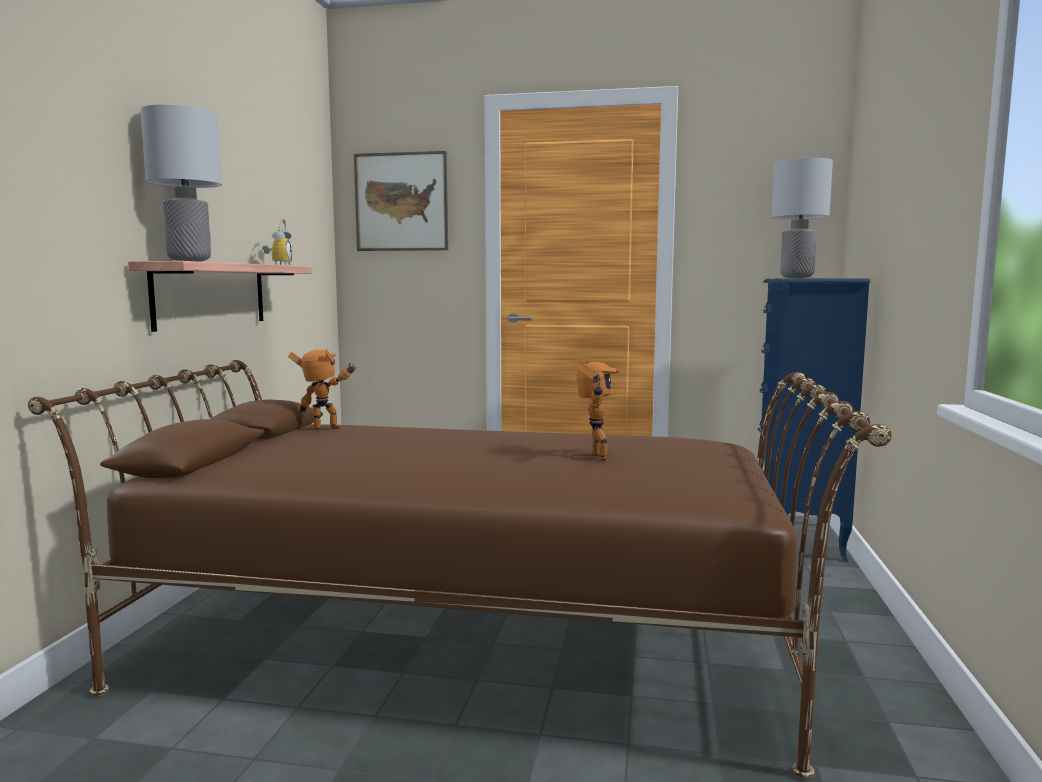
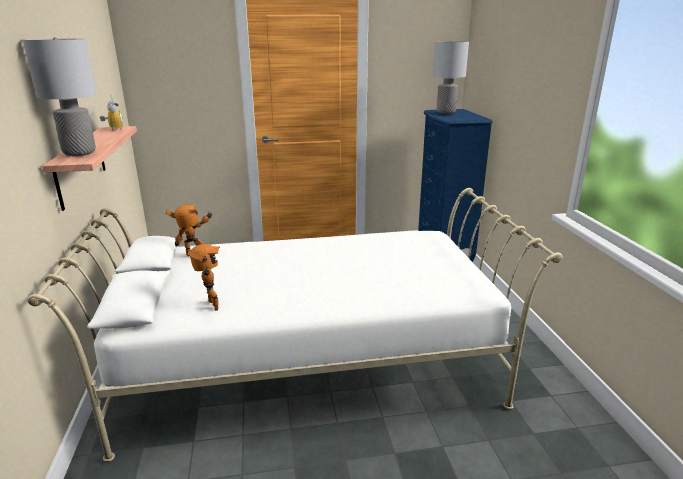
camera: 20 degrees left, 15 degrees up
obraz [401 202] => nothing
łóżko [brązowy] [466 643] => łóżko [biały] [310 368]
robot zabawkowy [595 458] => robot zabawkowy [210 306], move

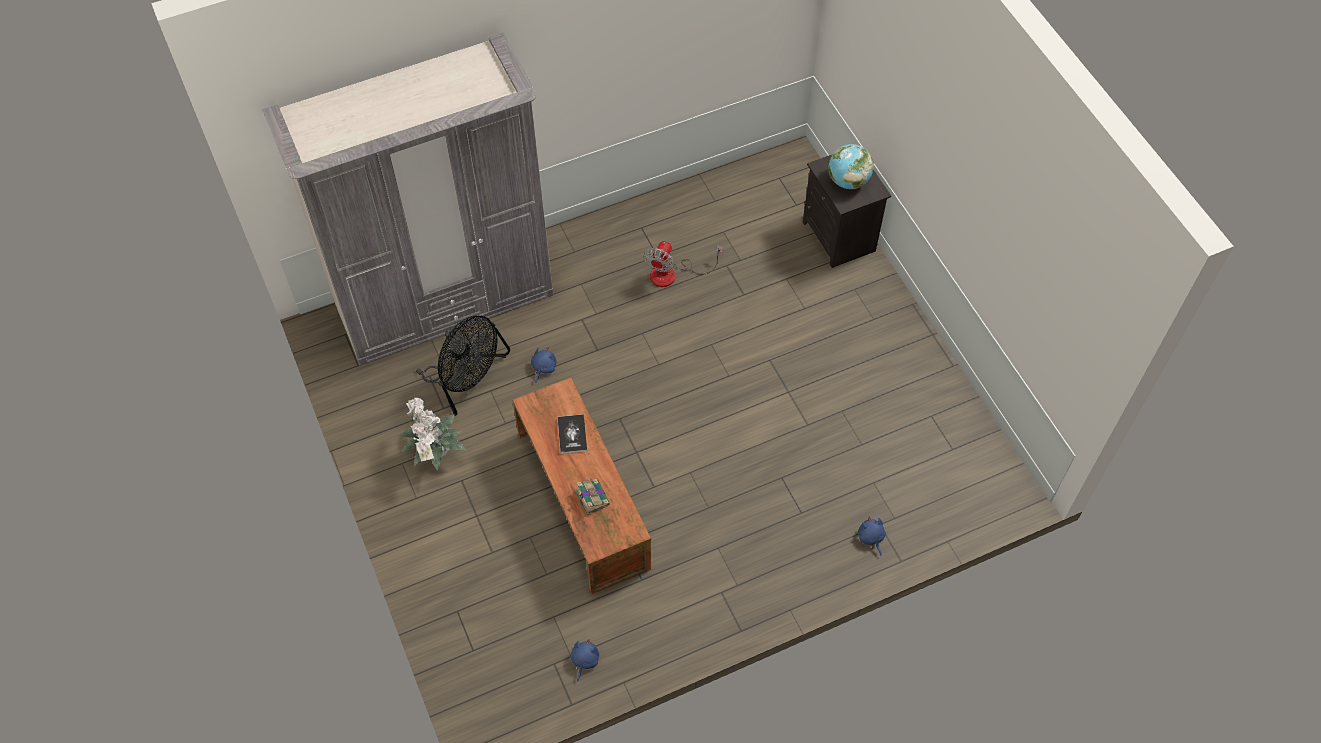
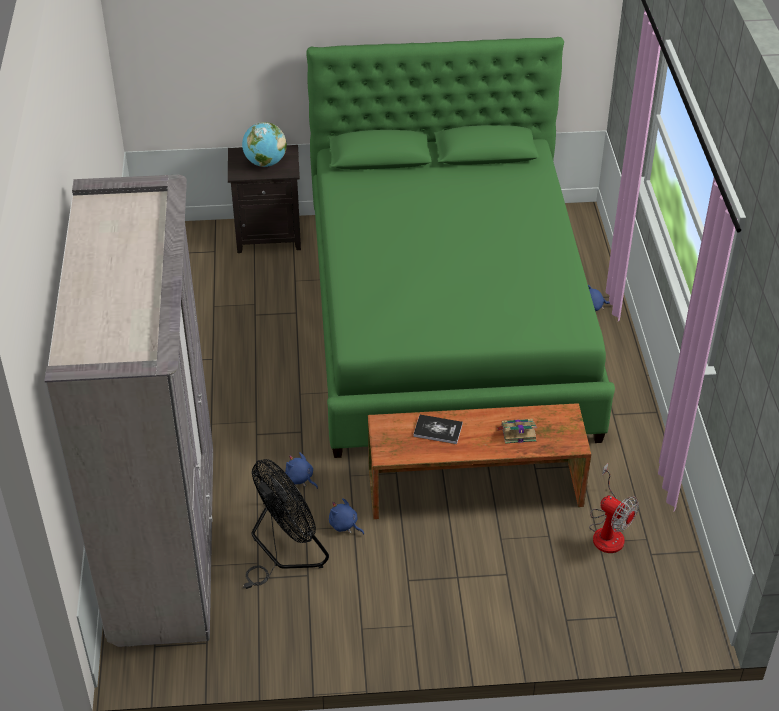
camera: 70 degrees left, 15 degrees down
wentylator [672 274] => wentylator [608 531], move
roślina doniczkowa [435 454] => nothing
pluszak [niebieski] [584 660] => pluszak [niebieski] [344 525], move
nothing => łóżko [zielony] [448 320]

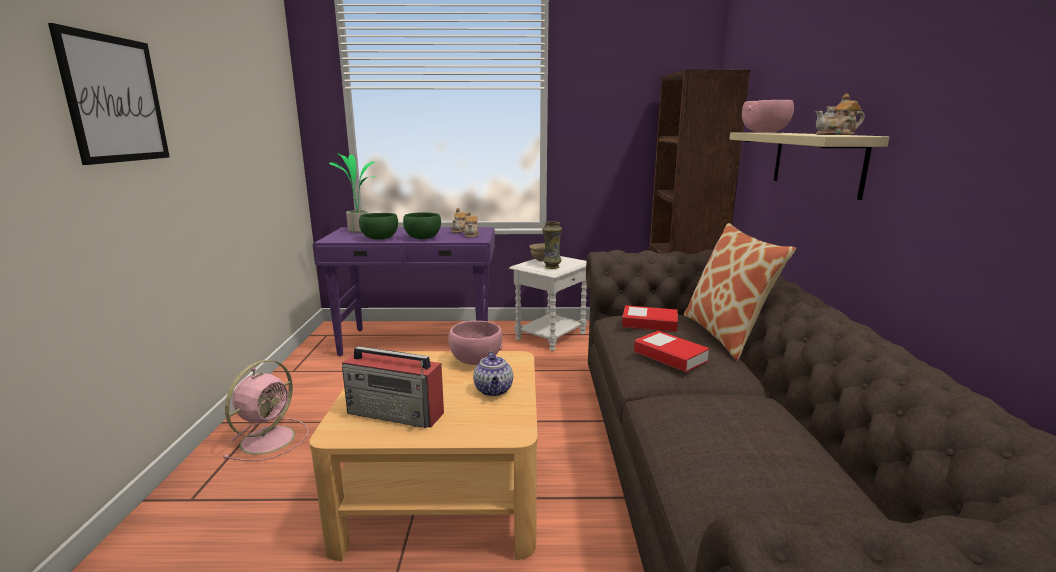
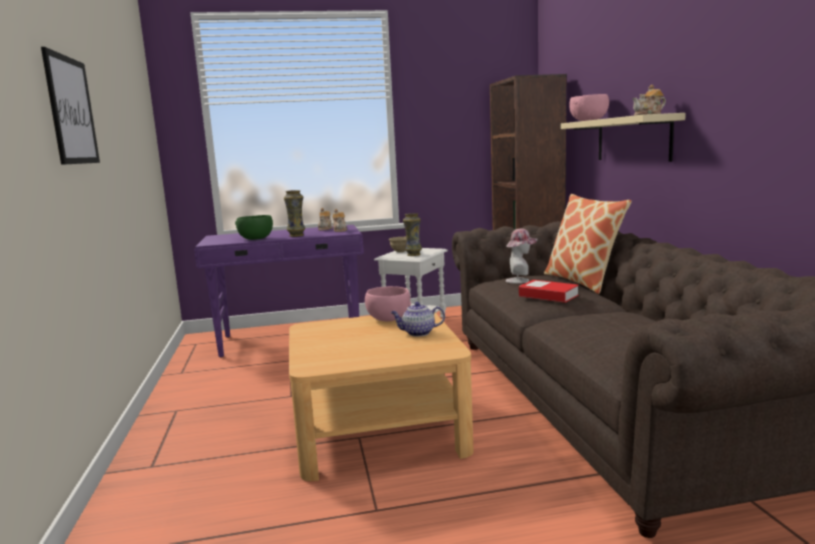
camera: 10 degrees left, 5 degrees down
roślina doniczkowa [359 230] => nothing
miska [zielony] [422 238] => wazon [296 235]
książka [649 324] => kapelusz [520 280]
radio [396 413] => nothing
imbryk [494 390] => imbryk [418 333], 105 degrees clockwise
wentylator [różowy] [270 438] => nothing

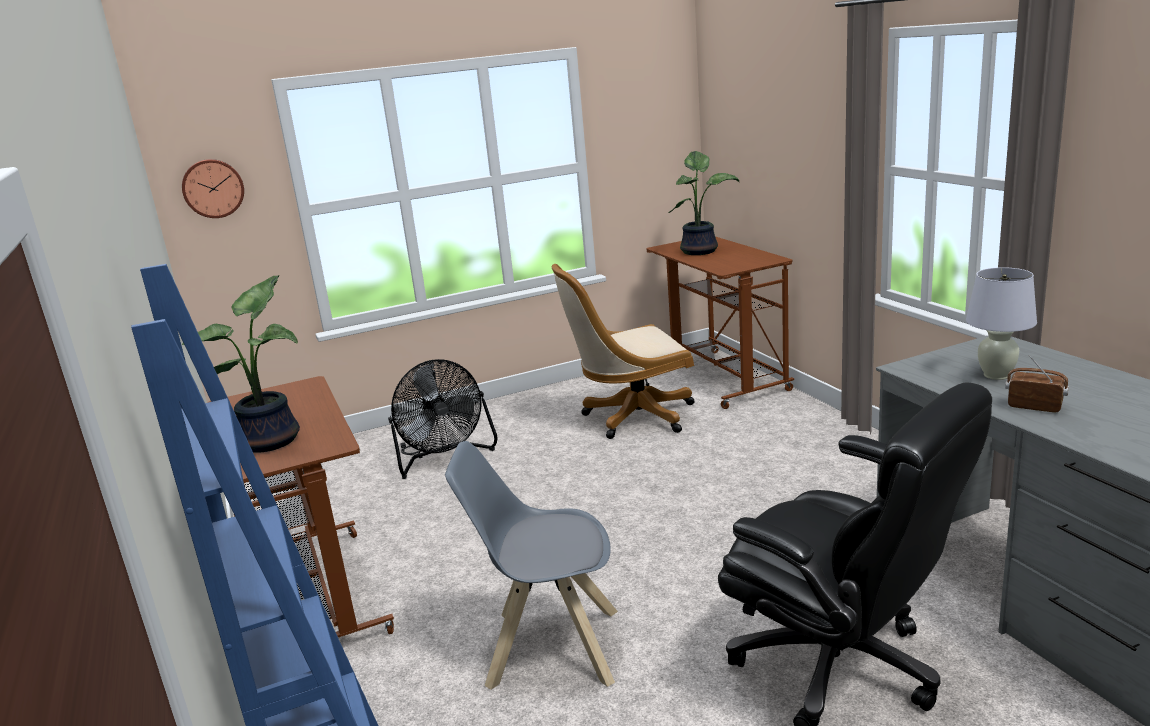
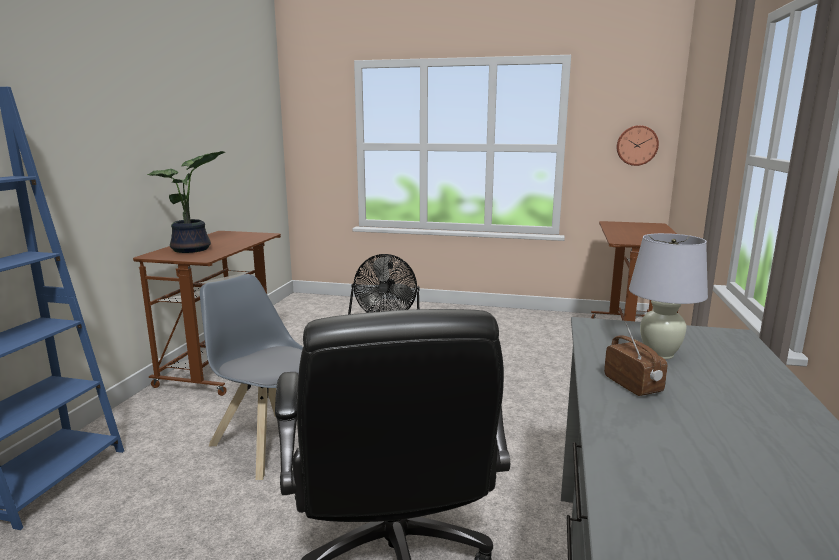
camera: 35 degrees right, 5 degrees down
roślina doniczkowa [701 251] => nothing
zegar ścienny [213 188] => zegar ścienny [637 145], move
krzesło biurowe [631 417] => nothing

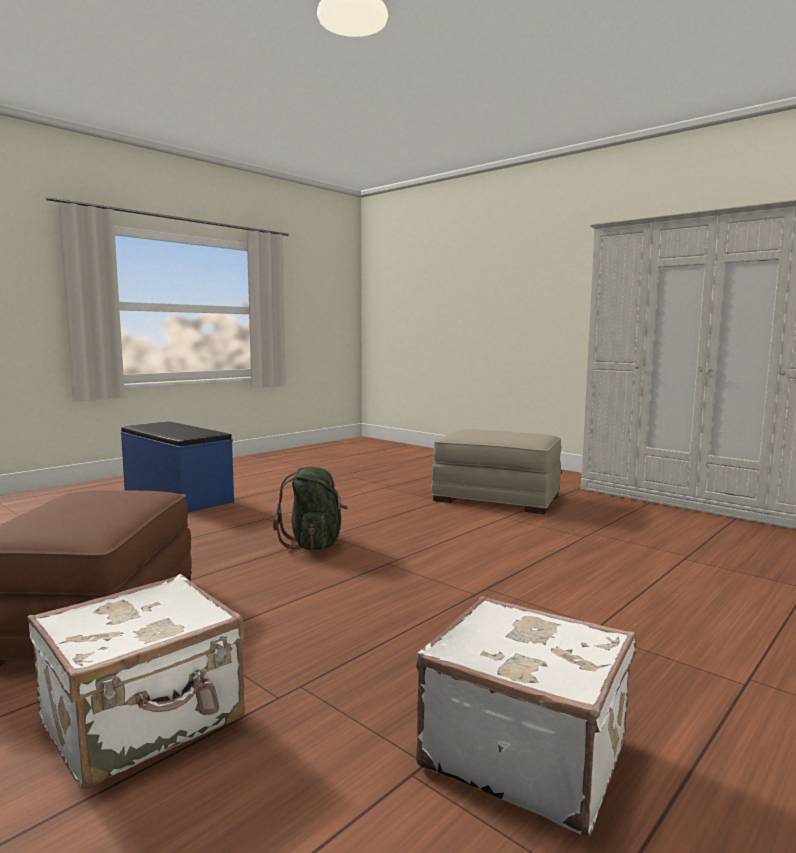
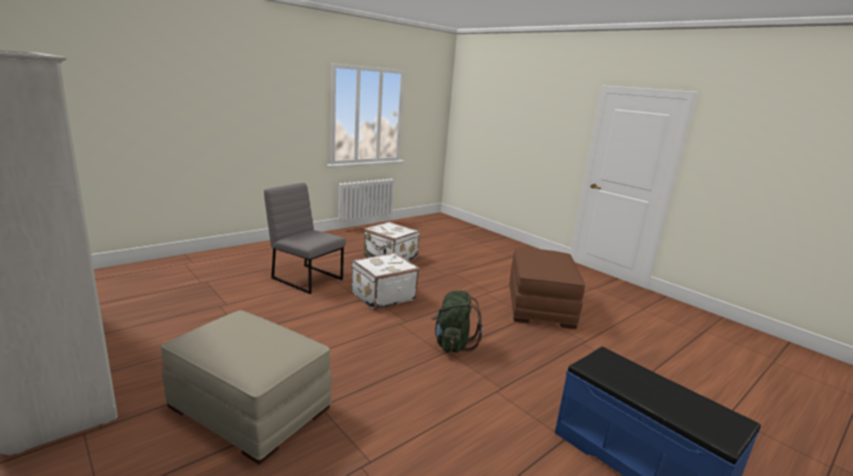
camera: 175 degrees left, 10 degrees up
walizka [biały] [144 722] => walizka [biały] [382 296], move
nothing => krzesło [szary] [306 278]

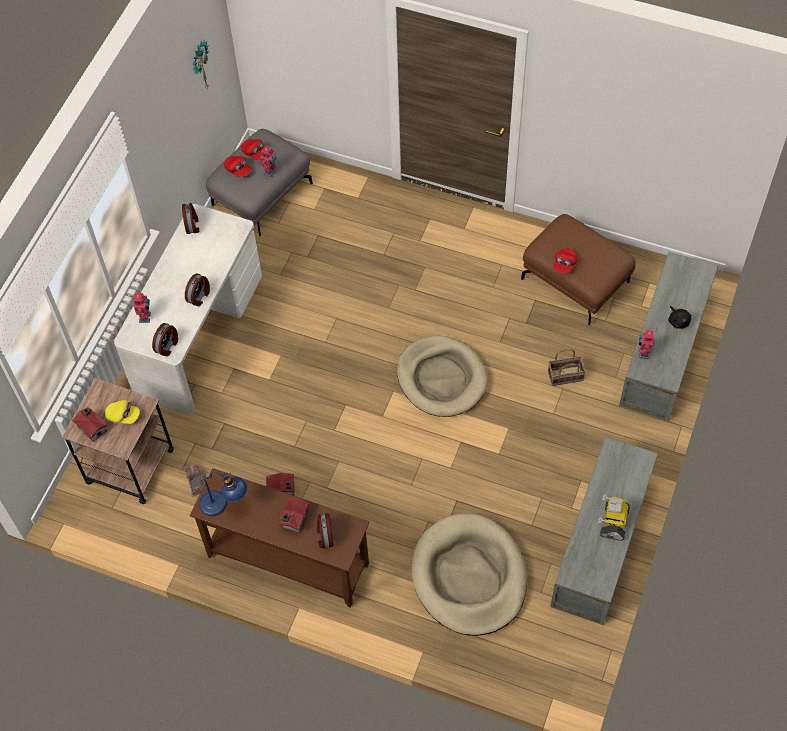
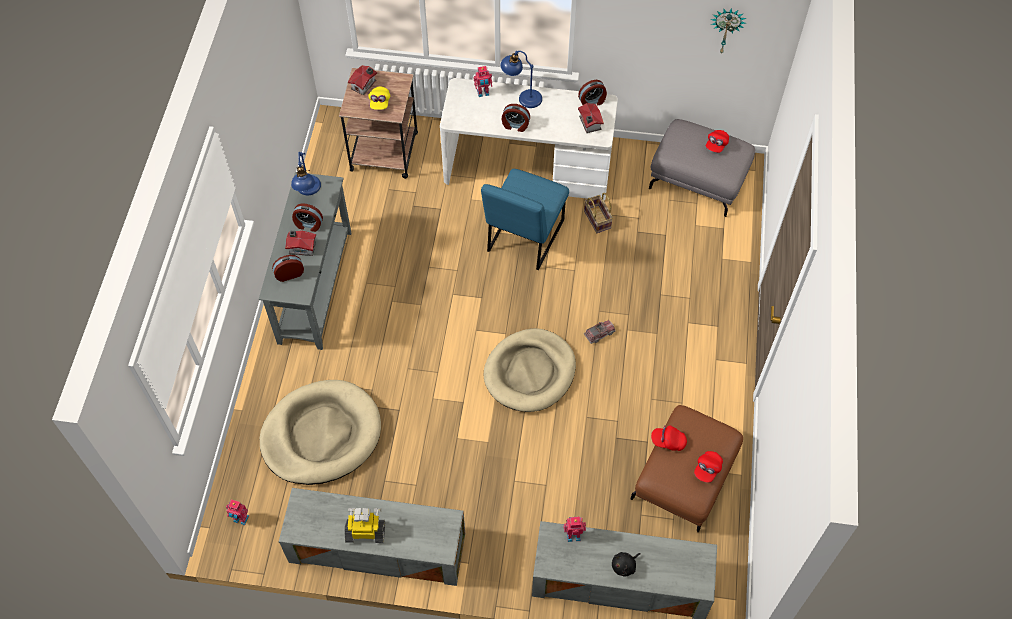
camera: 75 degrees right, 0 degrees up
robot zabawkowy [270 172] => robot zabawkowy [240 519], move
czapka z daszkiem [czerwony] [238 170] => czapka z daszkiem [czerwony] [707 469], move
budzik [167 346] => budzik [308 225], move
koszyk [566 375] => koszyk [598 220], move
ciężarówka zabawkowa [196 482] => ciężarówka zabawkowa [599 333], move
stolik konsolowy [brązowy] [287 560] => stolik konsolowy [szary] [315 286]
domek [282 490] => domek [589 124], move
nothing => lampa stołowa [niebieski] [521 94]
nothing => krzesło [niebieski] [524 237]

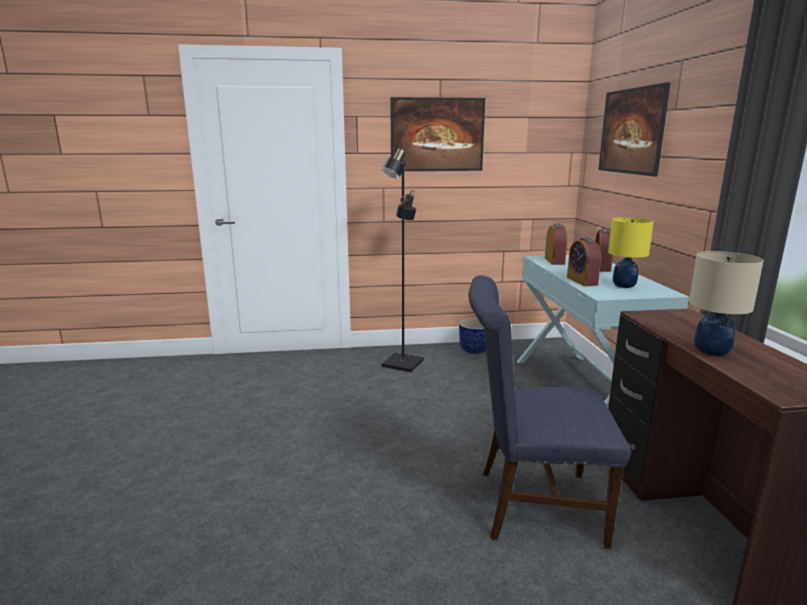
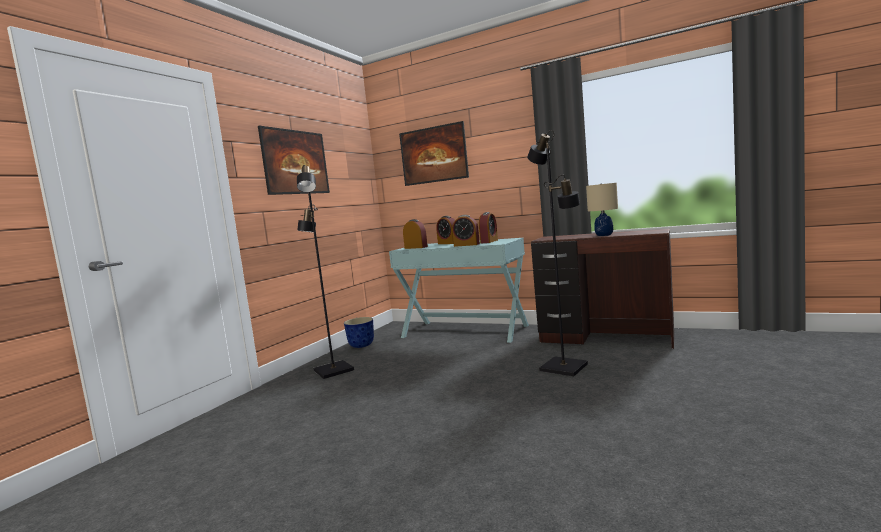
camera: 55 degrees left, 10 degrees down
lampa stołowa [żółty] [624 286] => budzik [489 241]
krzesło [niebieski] [530 505] => lampa stojąca [czarny] [563 367]

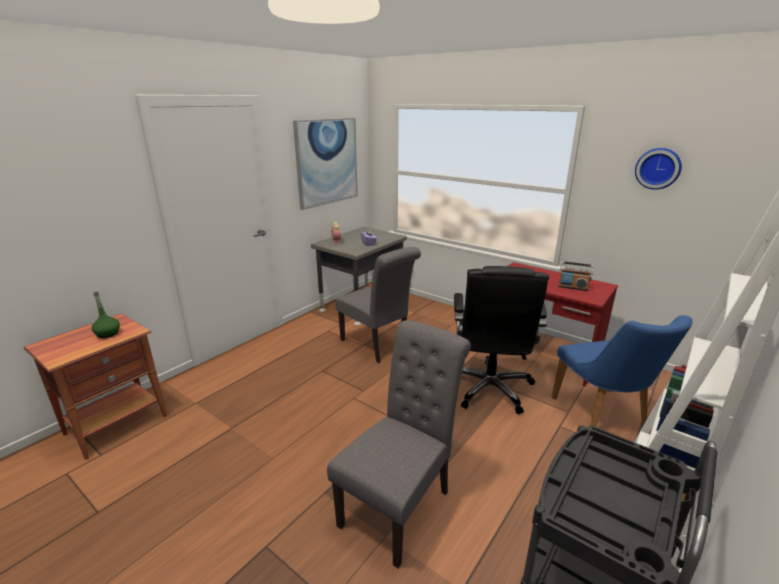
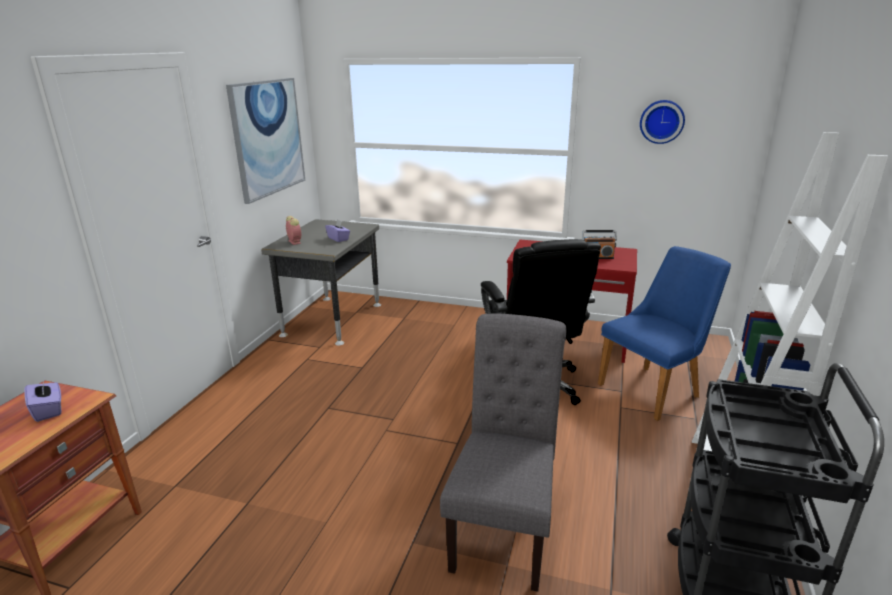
camera: 20 degrees left, 0 degrees up
krzesło [szary] [377 346] => nothing
butelka [zielony] [108 333] => pudełko chusteczek [fioletowy] [48 410]
krzesło [niebieski] [604 417] => krzesło [niebieski] [656 388], 90 degrees counterclockwise

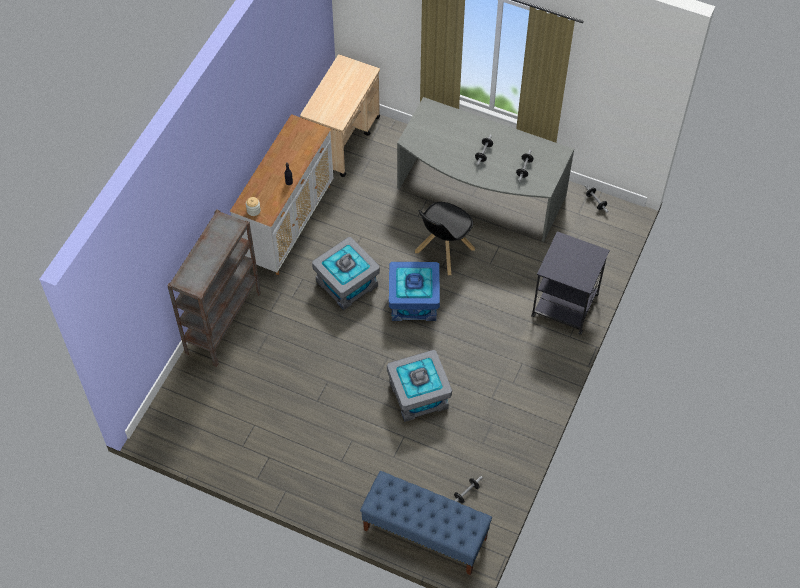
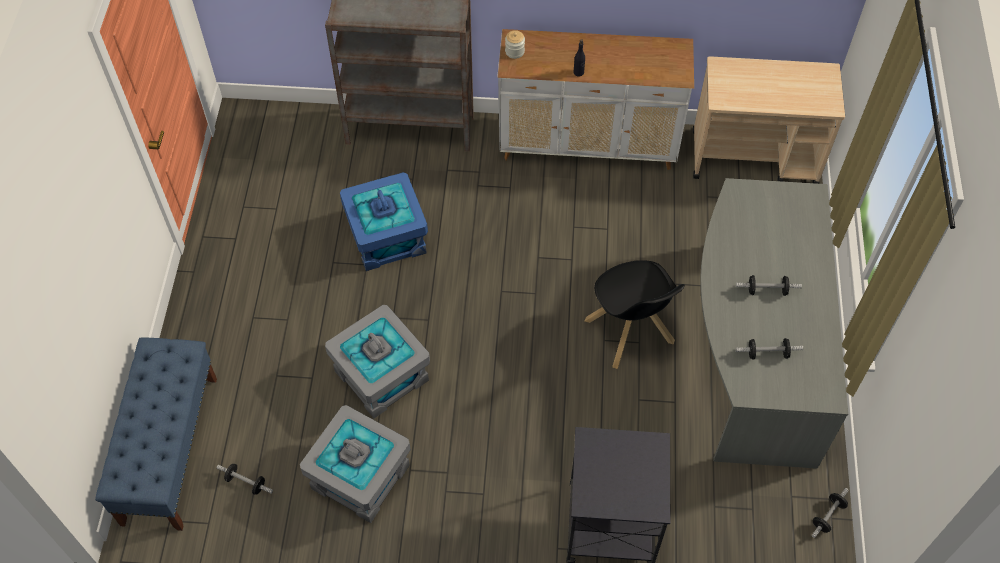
camera: 70 degrees right, 0 degrees up
krzesło [czarny] [443 251] => krzesło [czarny] [630 333], 135 degrees counterclockwise
pojemnik do przechowywania [szary] [347 284] => pojemnik do przechowywania [szary] [360 477], move
pojemnik do przechowywania [niebieski] [414 301] => pojemnik do przechowywania [niebieski] [387 237], move

